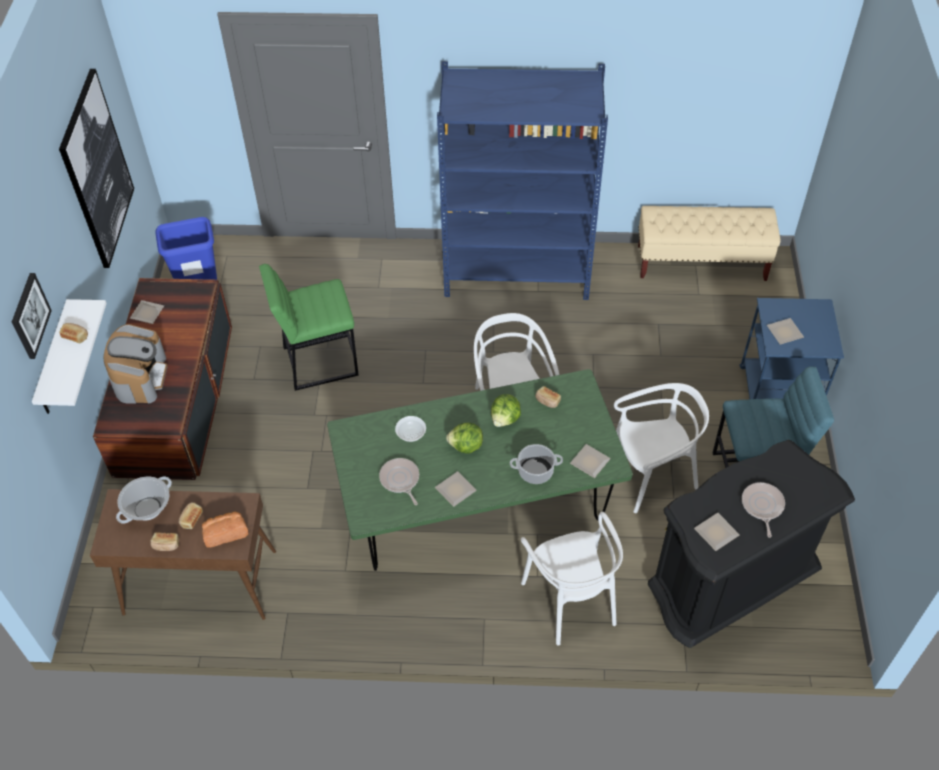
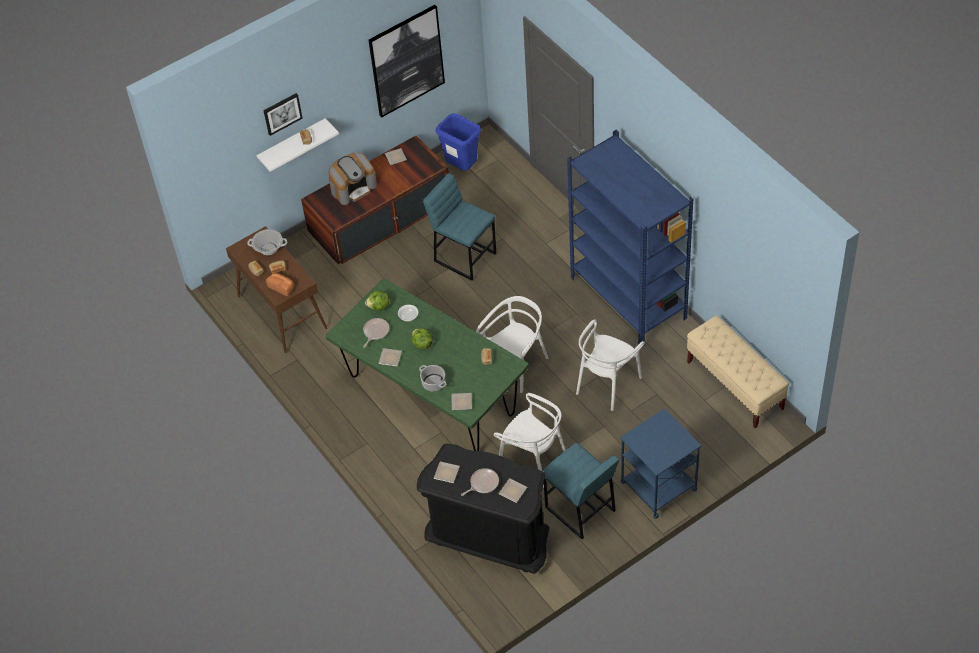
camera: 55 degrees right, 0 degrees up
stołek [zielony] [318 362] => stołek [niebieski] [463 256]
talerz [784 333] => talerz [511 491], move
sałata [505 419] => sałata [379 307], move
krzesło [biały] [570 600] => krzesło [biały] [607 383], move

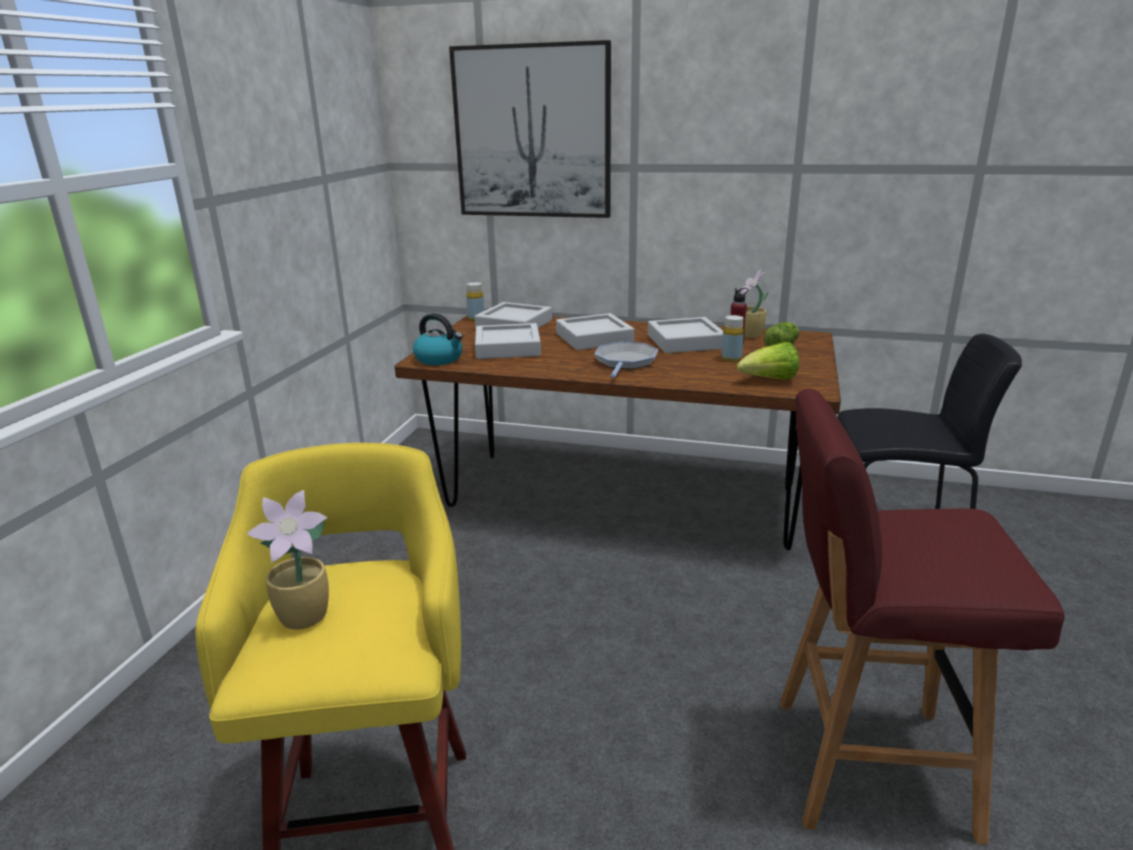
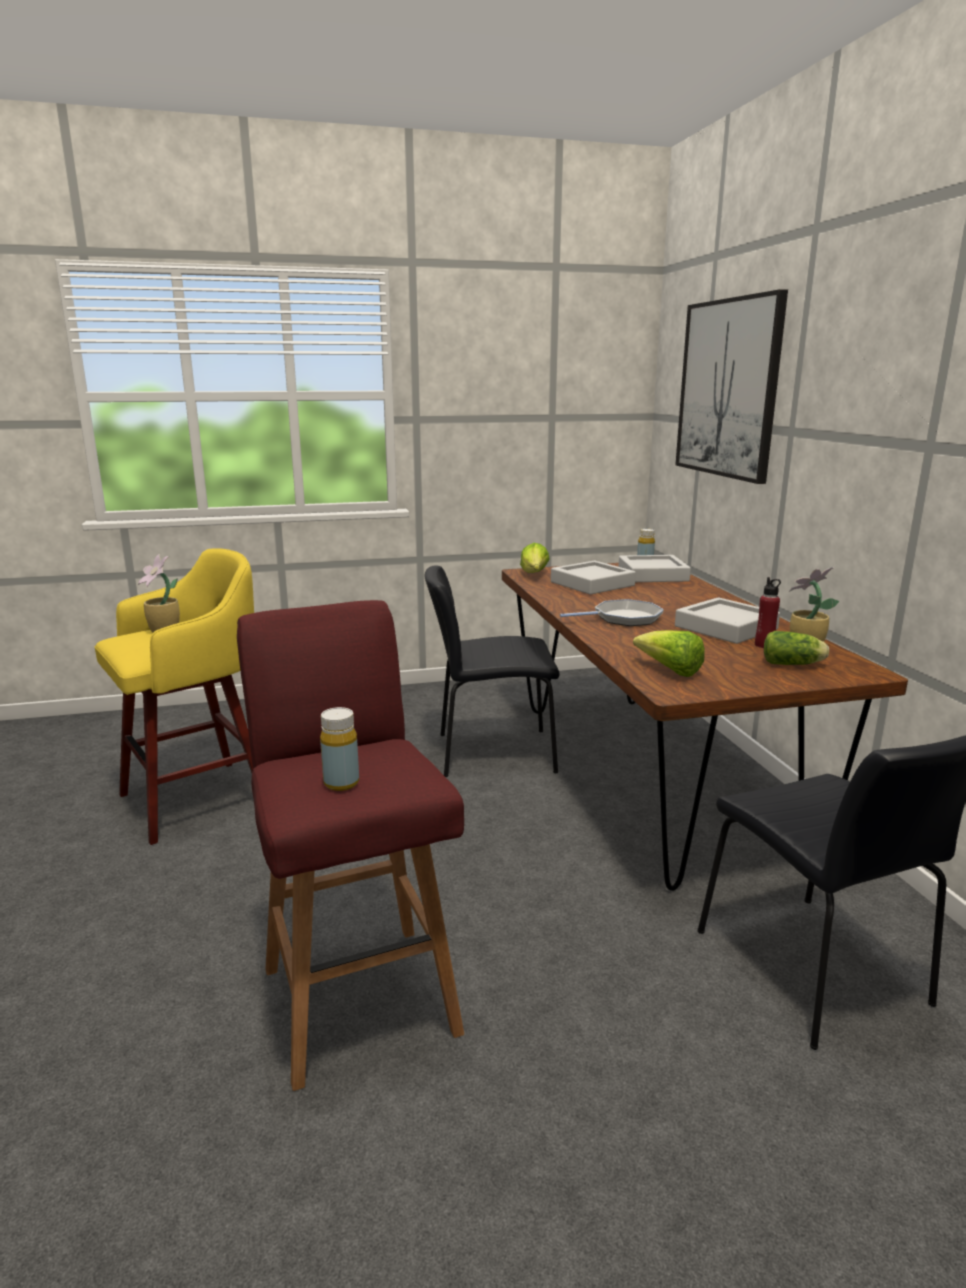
camera: 60 degrees right, 5 degrees down
czajnik [440 359] => sałata [534 575]
taca [szary] [594 338] => nothing
butelka [żółty] [731 359] => butelka [żółty] [341 783], move
nothing => krzesło [czarny] [490 753]

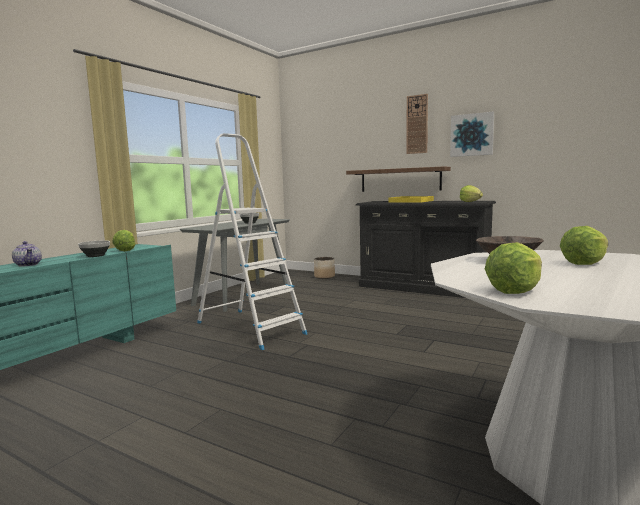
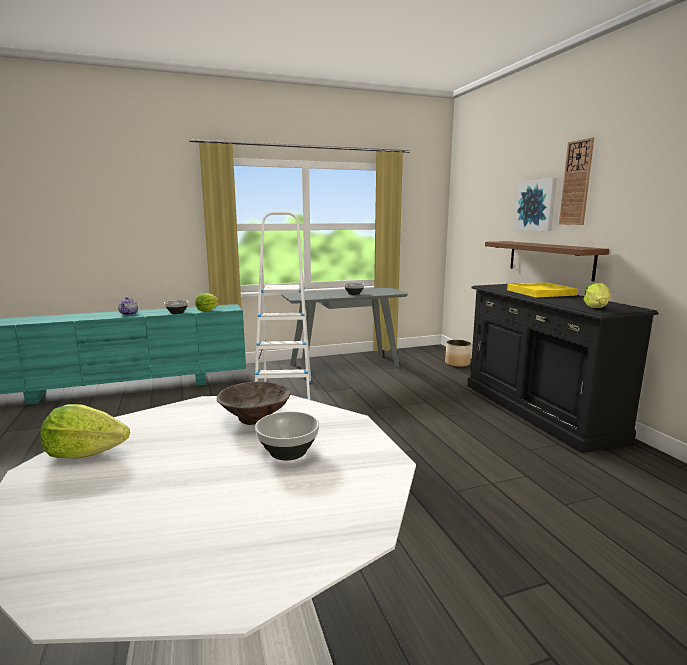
camera: 40 degrees right, 5 degrees up
obraz [472 135] => obraz [535 205], move
sałata [584 263] => miska [287 452]

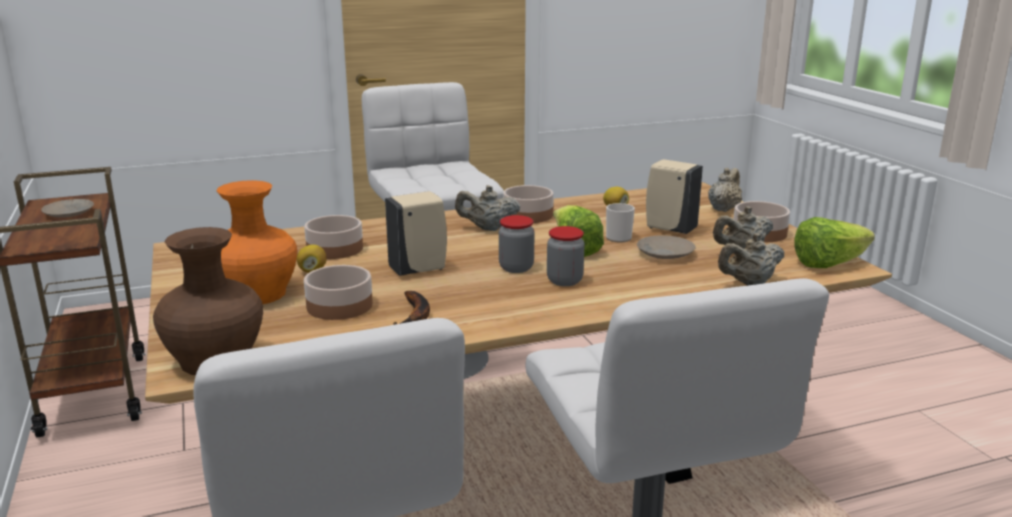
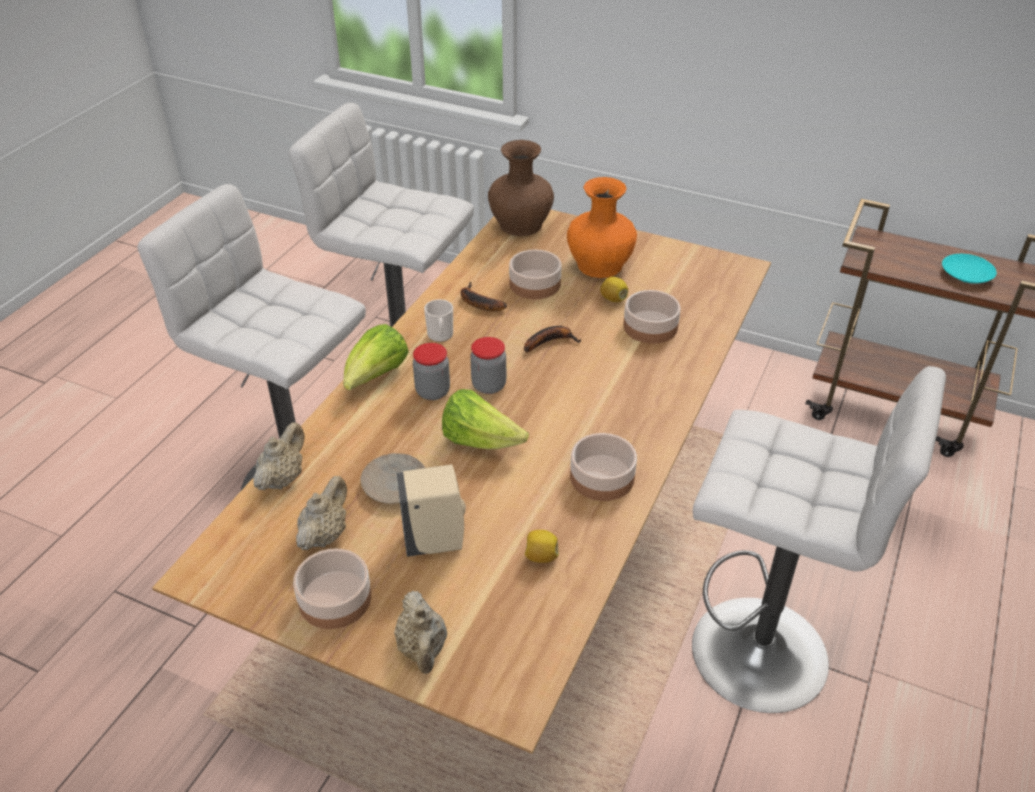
camera: 135 degrees right, 20 degrees up
imbryk [beżowy] [487 228] => nothing
dozownik mydła [beżowy] [420 270] => banan [550 341]
talerz [beżowy] [69 213] => talerz [turkusowy] [967 274]
kubek [620 237] => kubek [440 336], move
sałata [828 264] => sałata [376 377], move

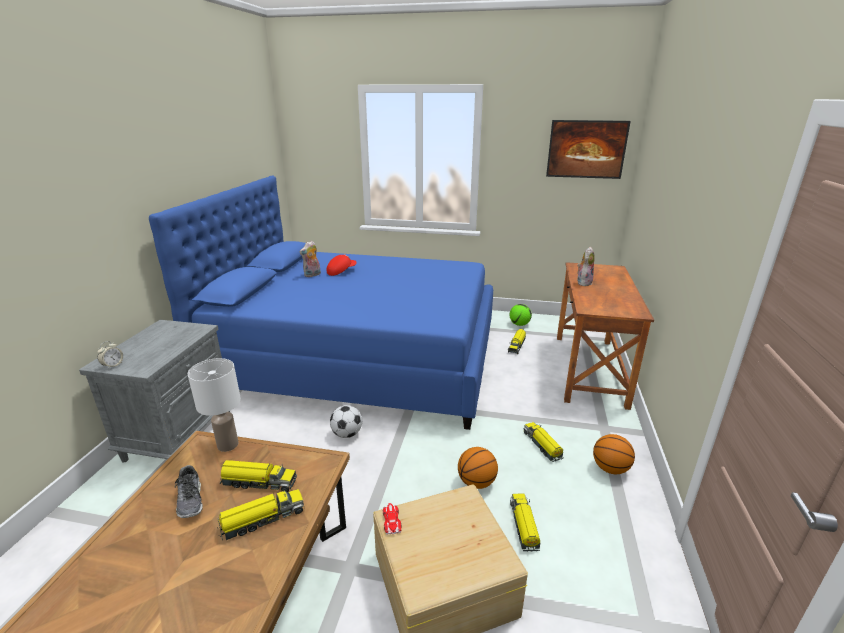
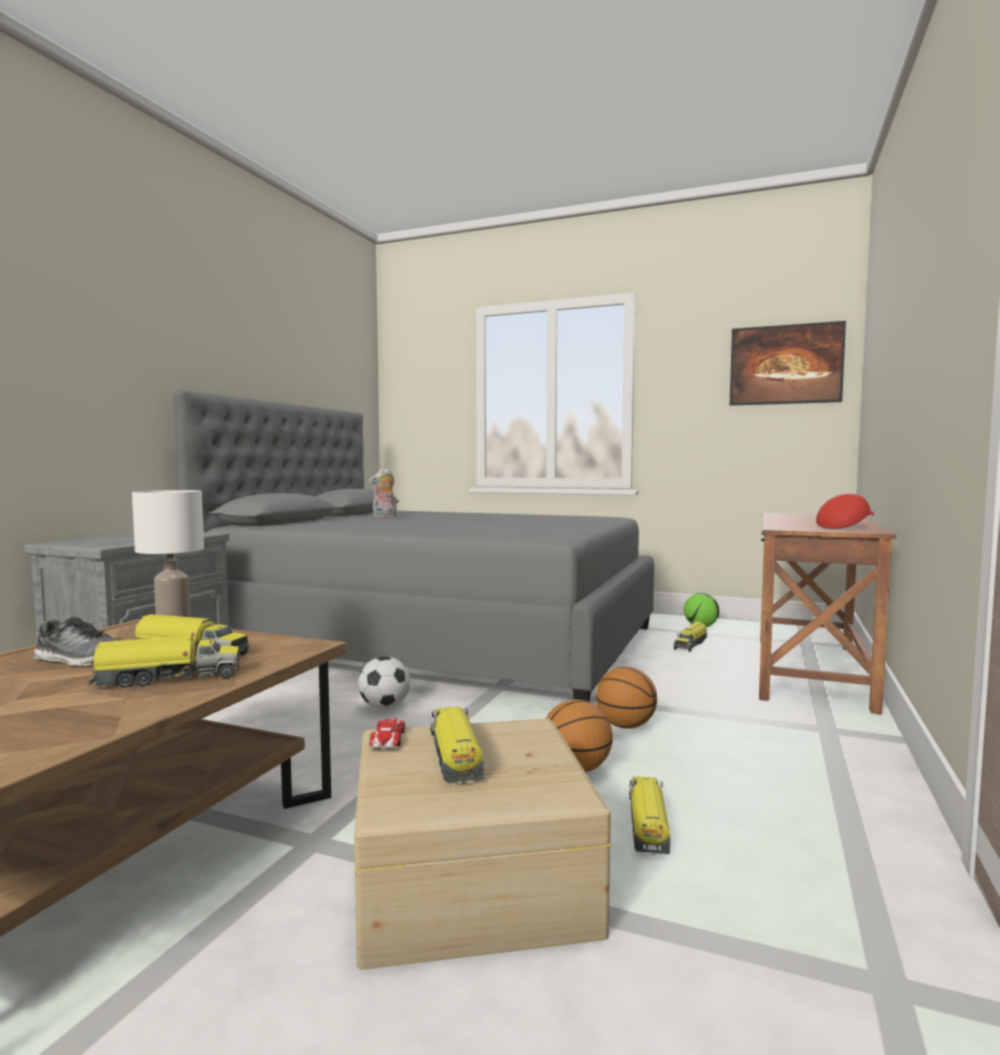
camera: 10 degrees right, 20 degrees down
łóżko [niebieski] [358 357] => łóżko [szary] [438 642]
pluszak [583 282] => nothing
czapka z daszkiem [czerwony] [341 271] => czapka z daszkiem [czerwony] [844 527], move
budzik [113 365] => nothing
ciężarówka zabawkowa [542 445] => ciężarówka zabawkowa [455 756], move
piłka do koszykówki [610 469] => piłka do koszykówki [625 726], move
but [191 500] => but [80 660], 60 degrees counterclockwise

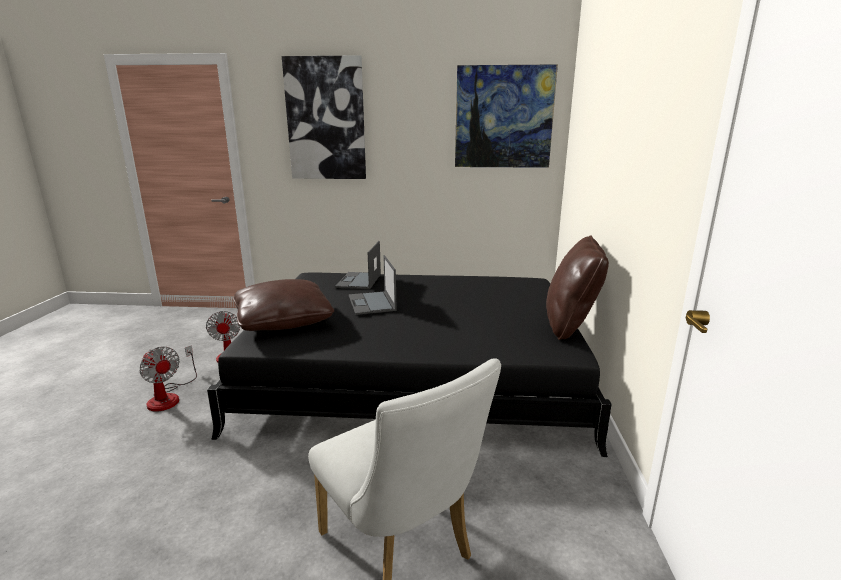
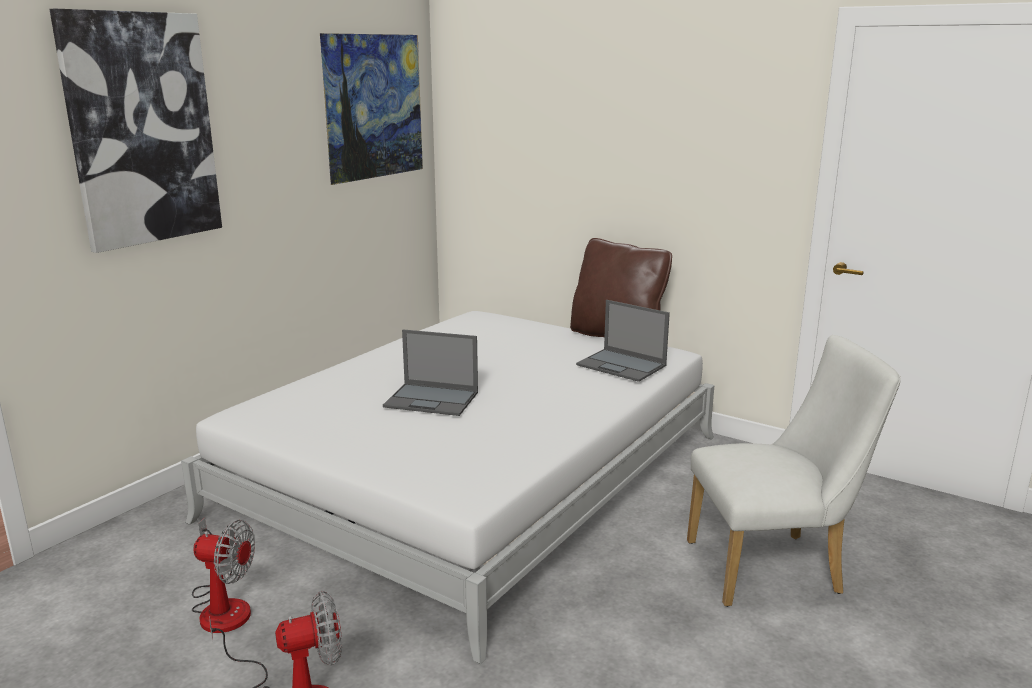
camera: 60 degrees left, 0 degrees up
laptop [359 281] => laptop [622 365], move
łóżko [czarny] [415 373] => łóżko [biały] [474 476]
poduszka [brązowy] [283 321] => nothing

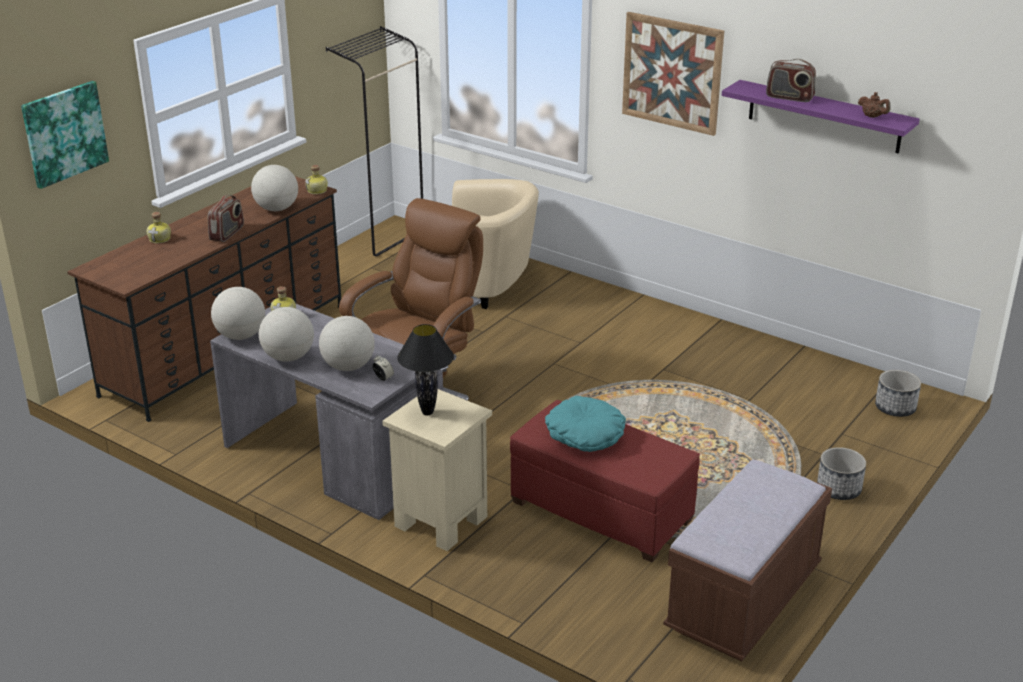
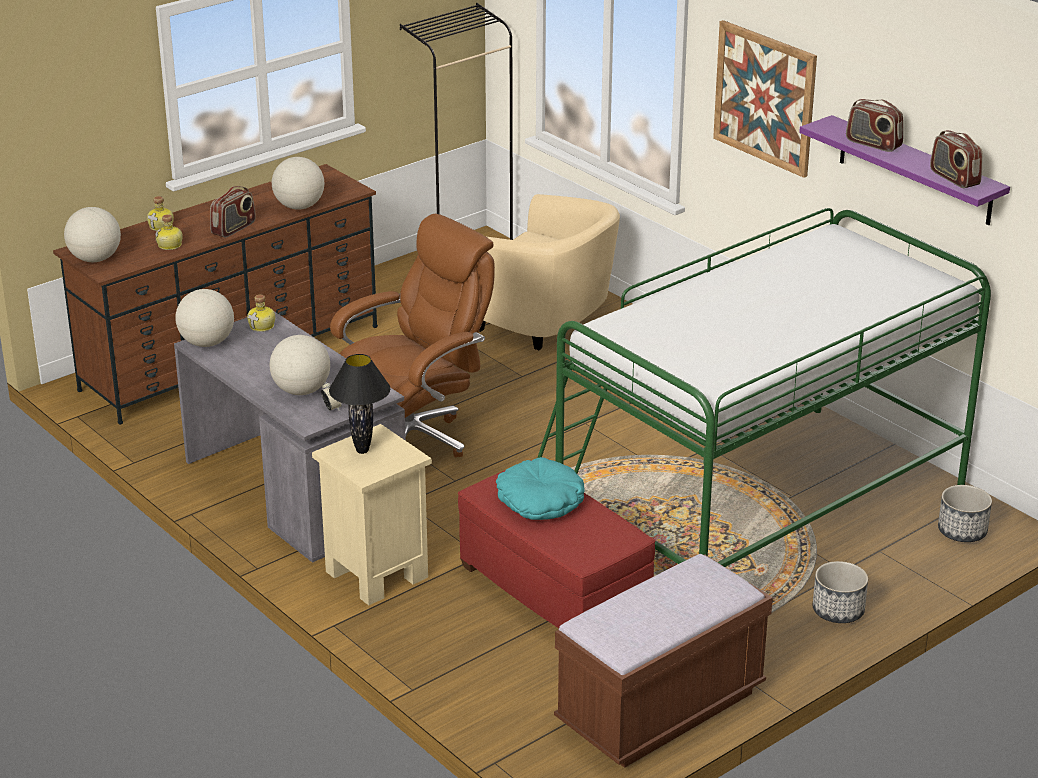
camera: 15 degrees right, 0 degrees up
obraz [64 133] => nothing
imbryk [brązowy] [872 116] => radio [954 178]
butelka [317 191] => butelka [170 245], move
globus [288 357] => globus [95 259], move
nothing => łóżko [zielony] [756 512]

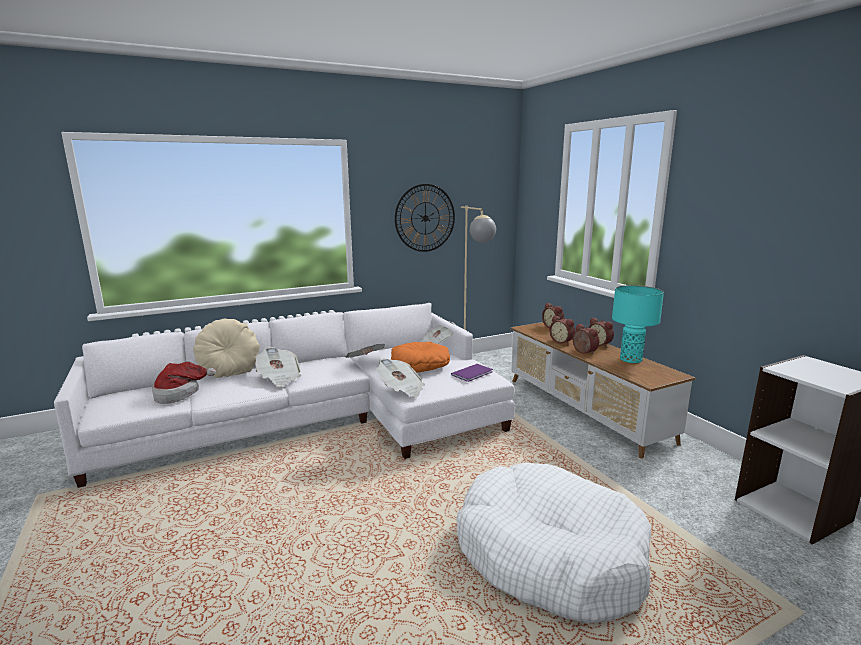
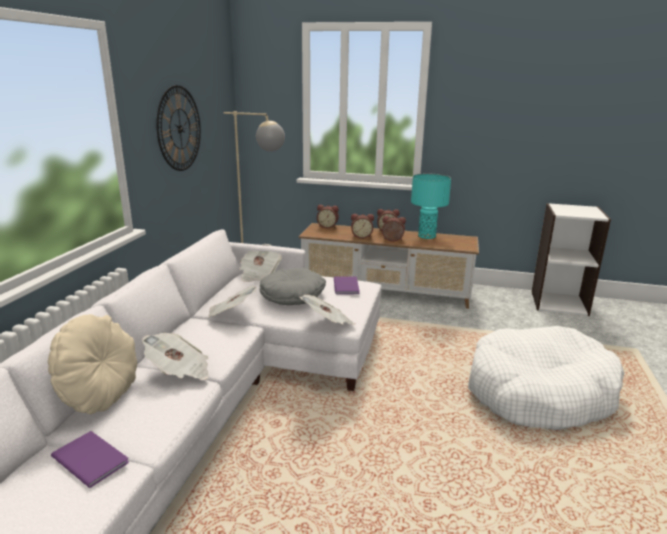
camera: 50 degrees left, 5 degrees up
poduszka [pomarańczowy] [420 365] => poduszka [szary] [291 296]
kapelusz [180 393] => książka [fioletowy] [91 457]

